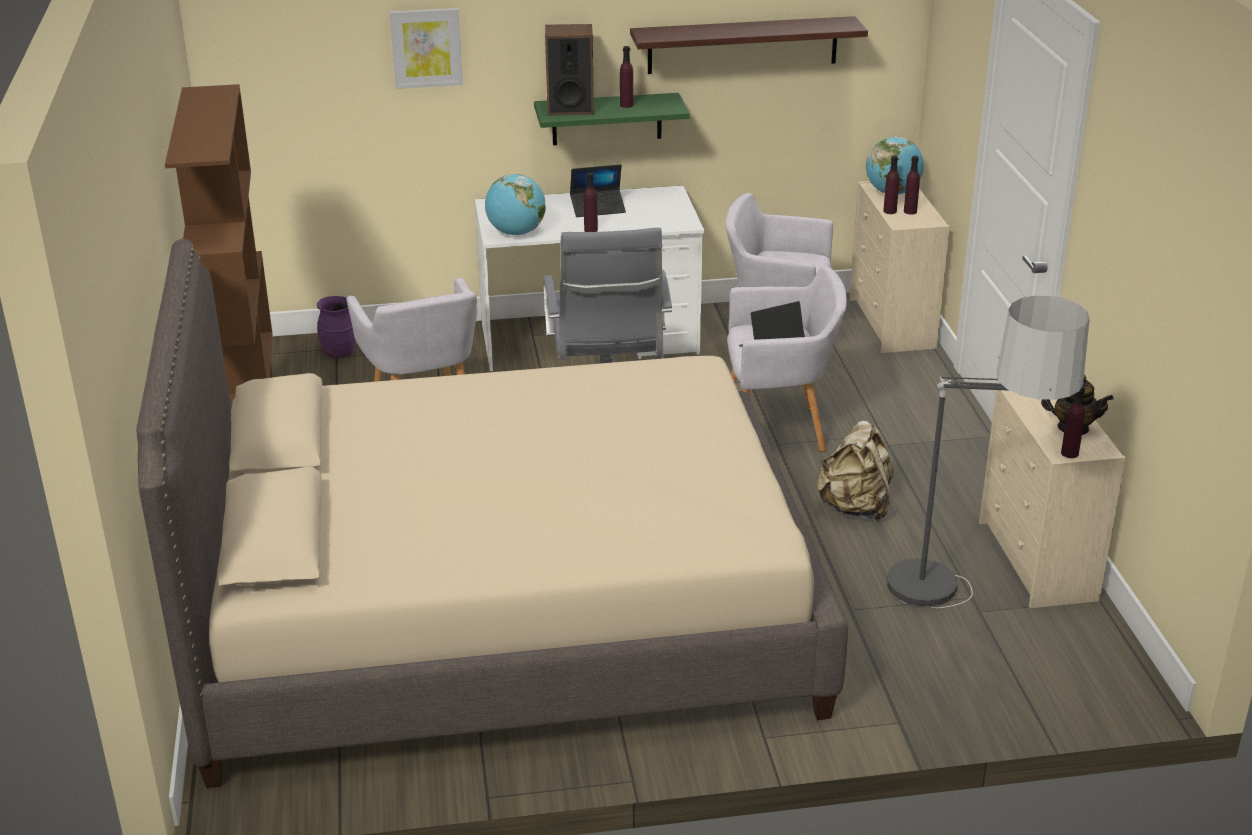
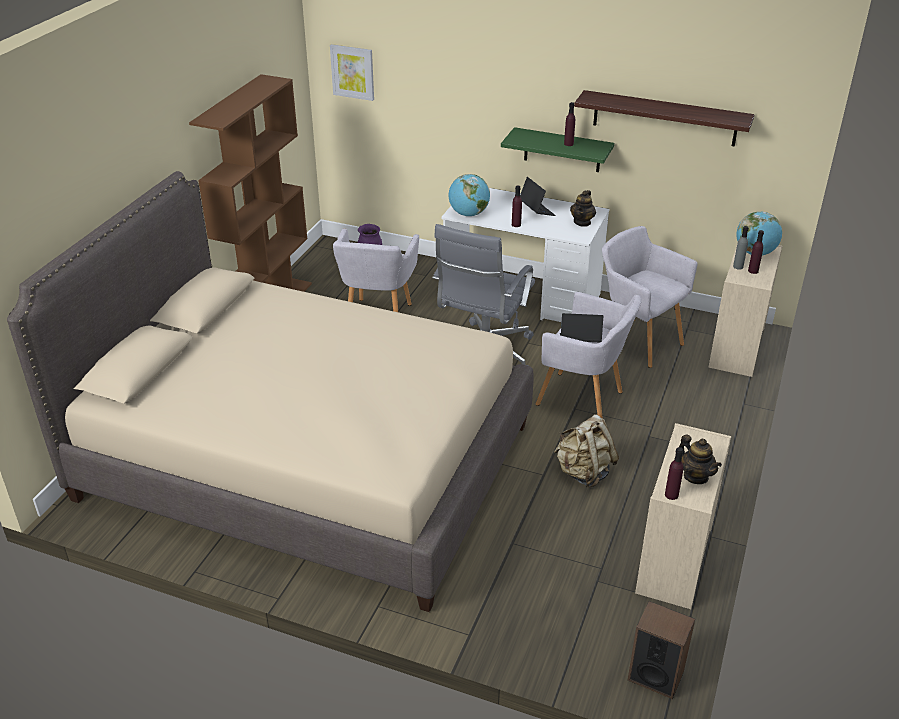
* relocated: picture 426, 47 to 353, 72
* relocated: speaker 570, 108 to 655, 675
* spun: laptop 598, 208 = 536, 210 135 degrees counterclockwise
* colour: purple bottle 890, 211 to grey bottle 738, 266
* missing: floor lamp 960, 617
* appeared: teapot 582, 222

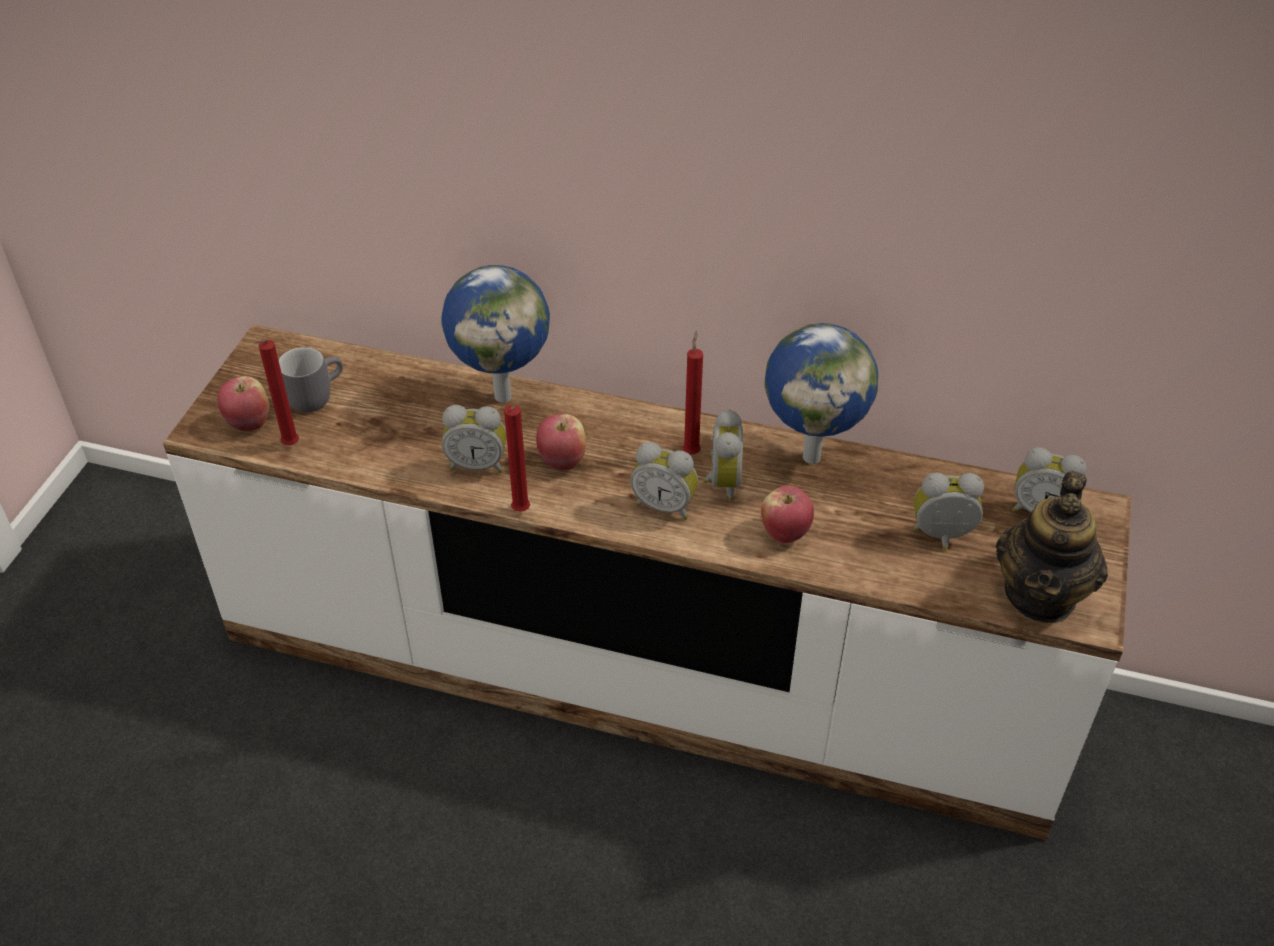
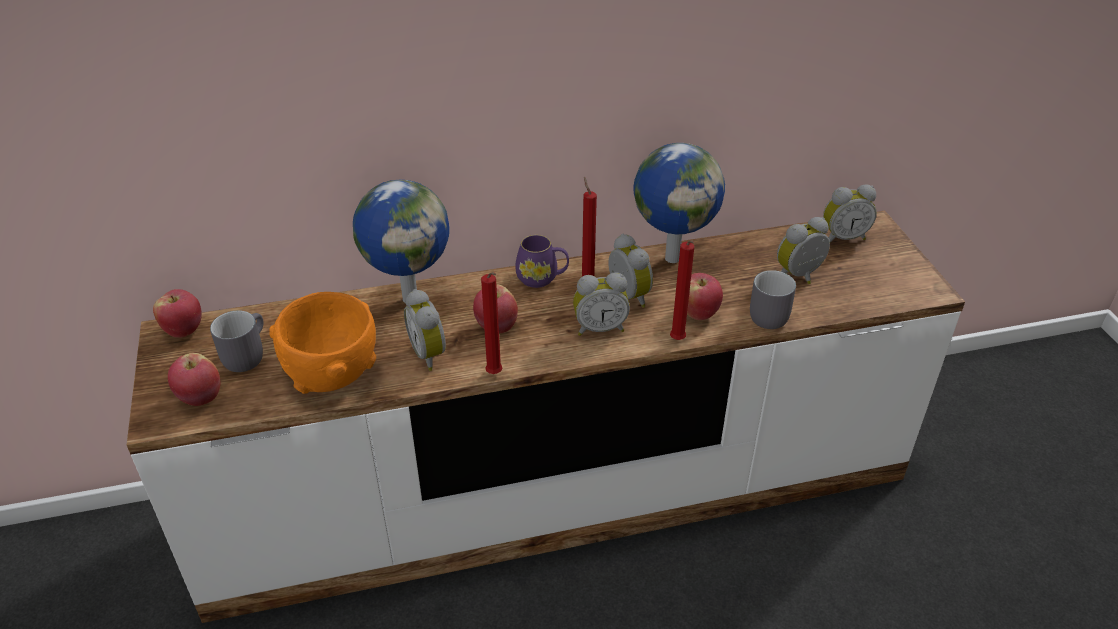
* relocated: red candle 289, 446 to 678, 341
* spun: alarm clock 477, 464 = 431, 354 90 degrees clockwise
* missing: teapot 1041, 594
* appeared: apple 184, 330
* appeared: orange bowl 332, 375
* appeared: purple mug 542, 278
* appeared: grey mug 764, 313

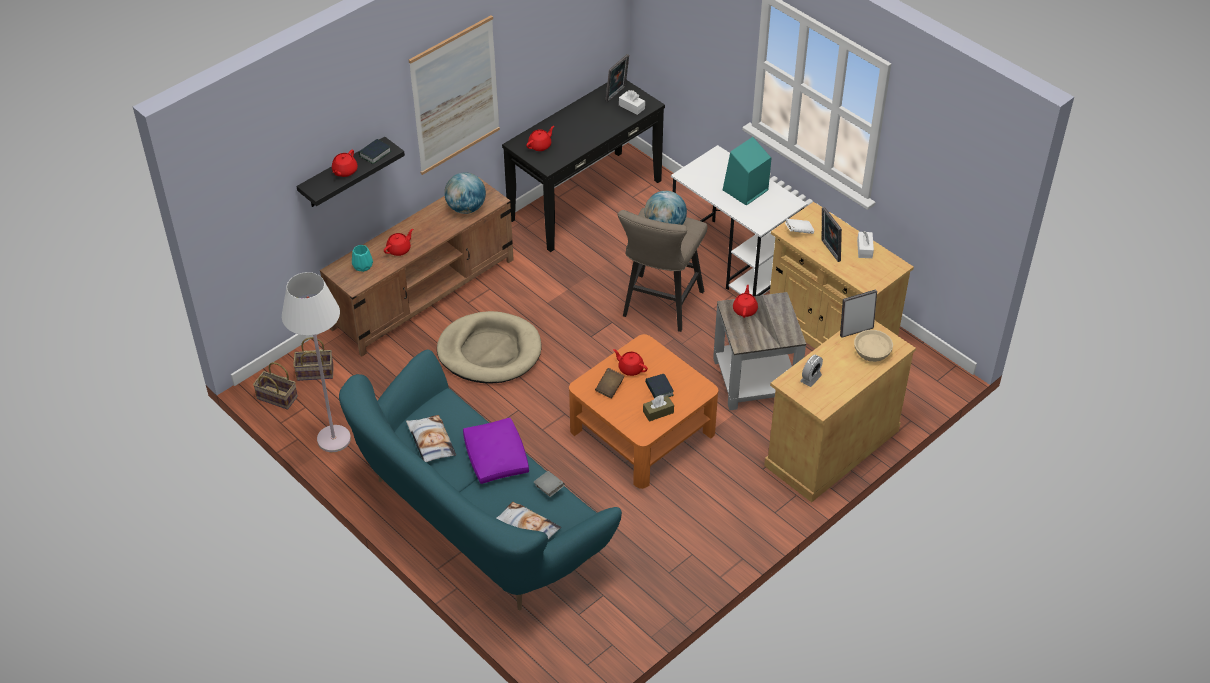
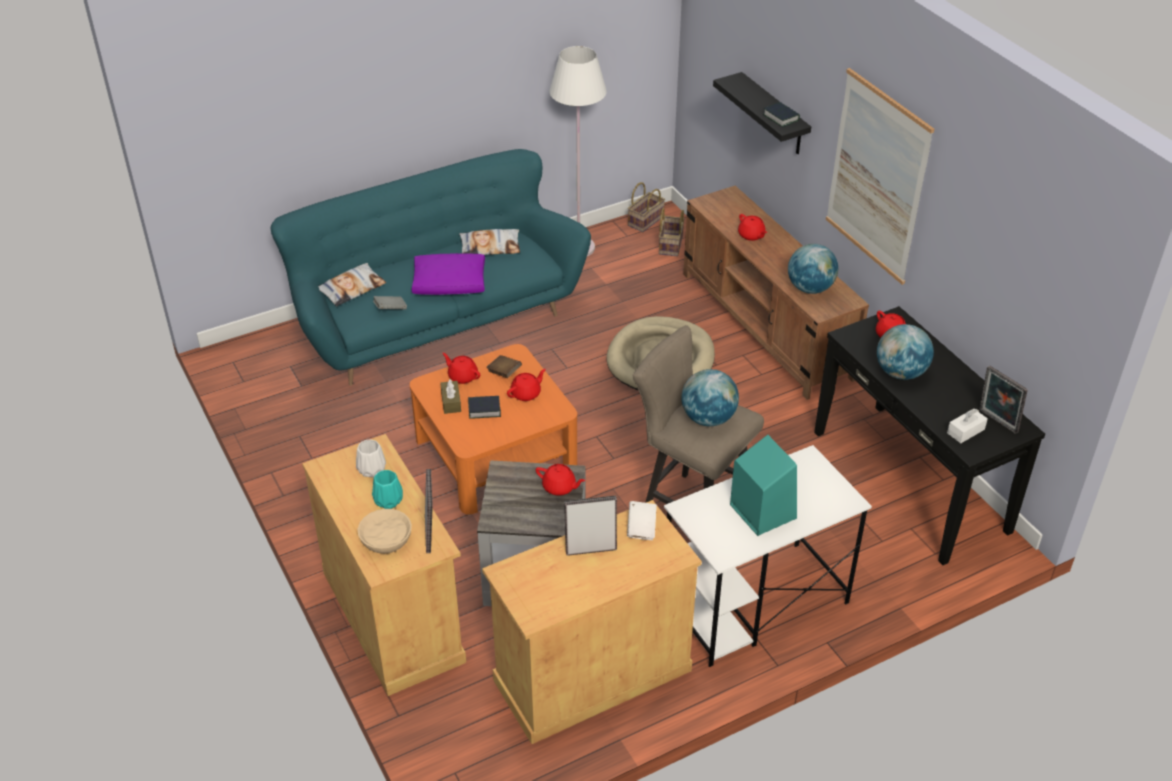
* relocated: red teapot 344, 171 to 462, 376
* relocated: turquoise vase 363, 265 to 389, 500
* exchanged: alarm clock 810, 378 to white vase 372, 469
* missing: white tissue box 864, 249
* appeared: globe 900, 372

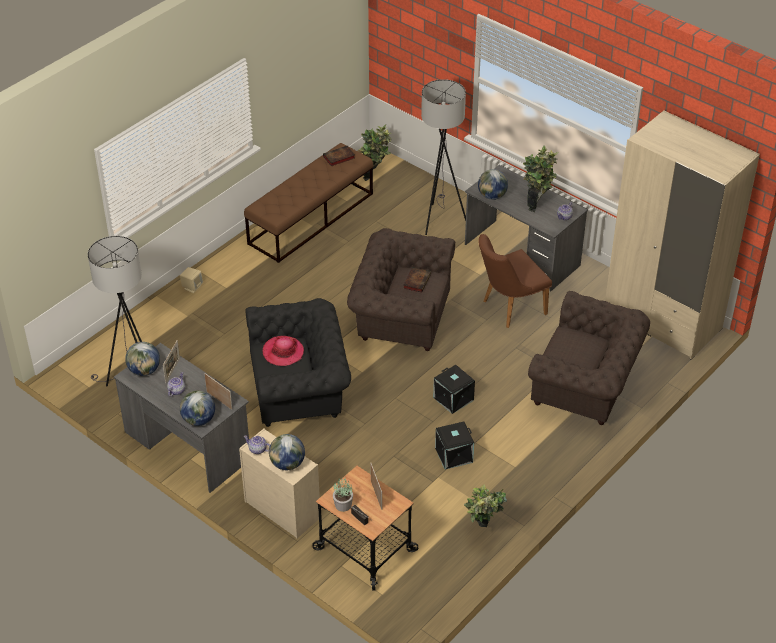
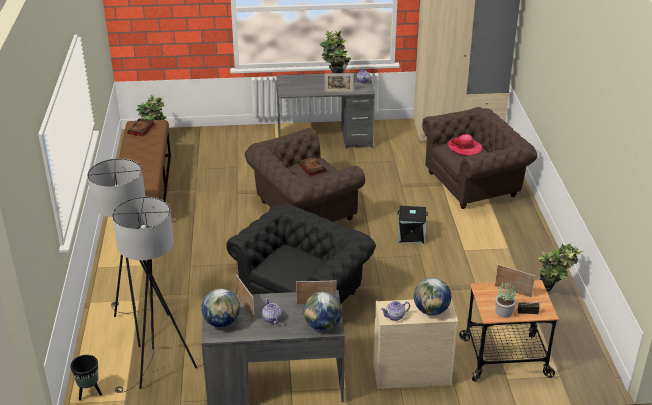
* missing: beige speaker 192, 287
* relocated: hat 283, 352 to 464, 148
* relocated: grey floor lamp 440, 219 to 136, 325
* missing: black storage box 453, 455
* missing: globe 492, 196
* missing: brown chair 508, 308
* appeared: black planter 89, 393
* appeared: picture frame 338, 91

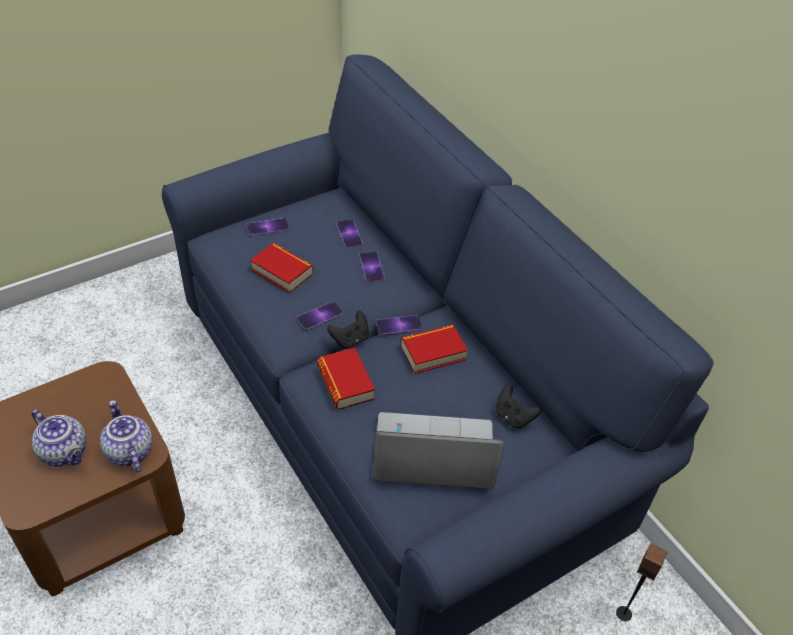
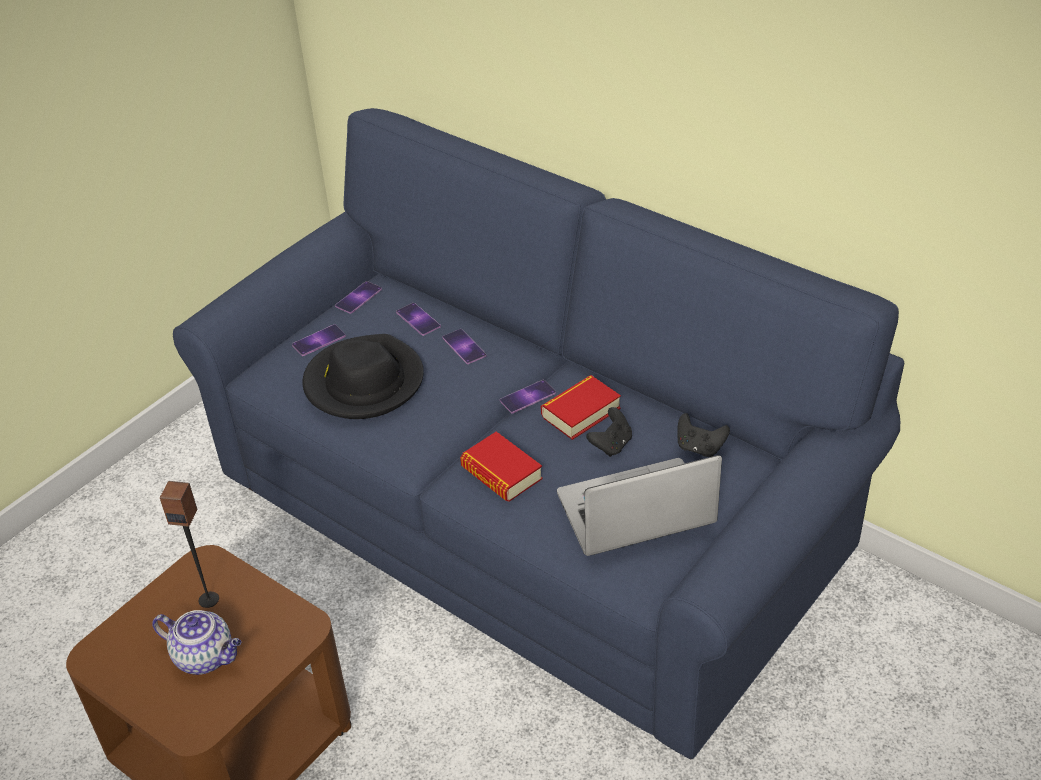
* missing: teapot 128, 451
* exchanged: book 282, 272 to black hat 364, 382
* relocated: phone 320, 316 to 358, 297
* relocated: black game controller 350, 340 to 611, 445
* relocated: speaker 624, 613 to 209, 599

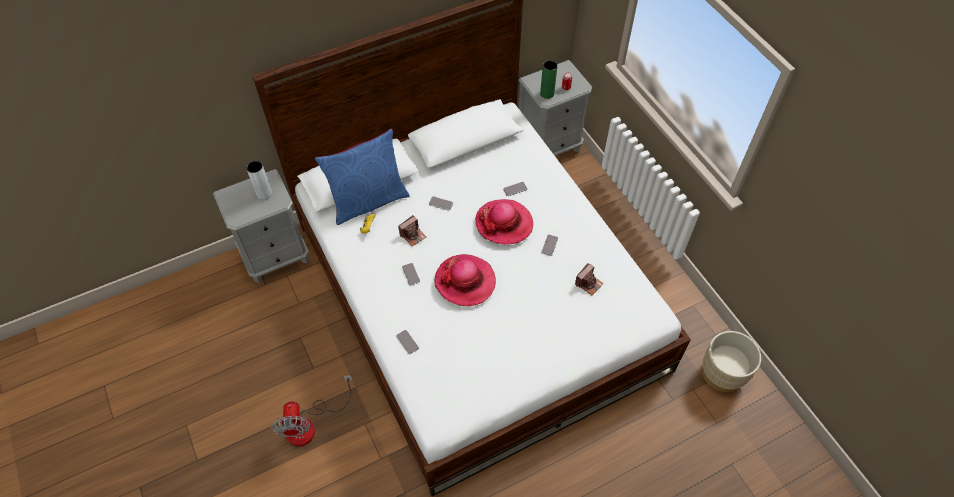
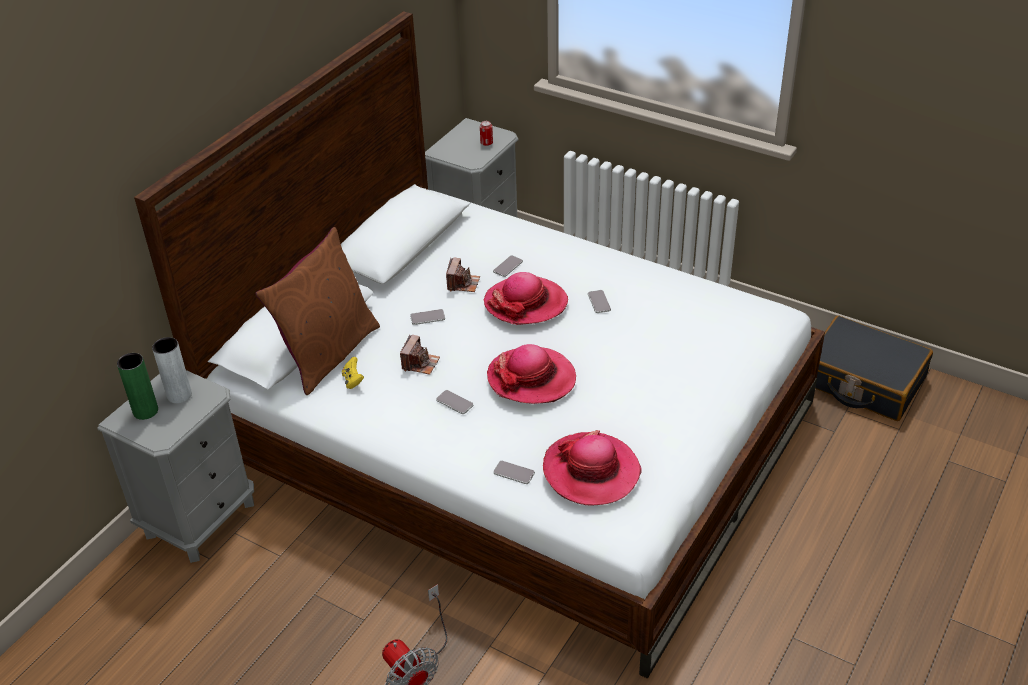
* colour: blue pillow 368, 201 to brown pillow 328, 353
* relocated: green vase 547, 93 to 145, 411
* relocated: photo camera 588, 283 to 463, 283
* exchanged: beige planter 722, 374 to black suitcase 863, 381
* appeared: hat 591, 471

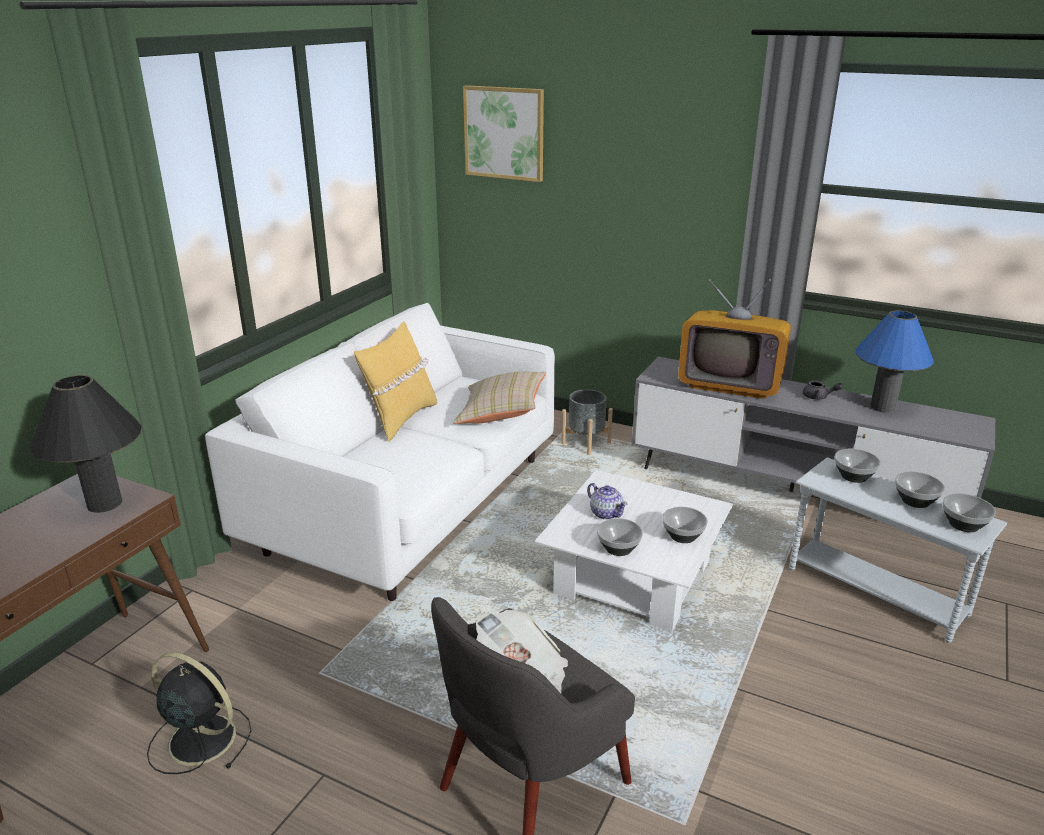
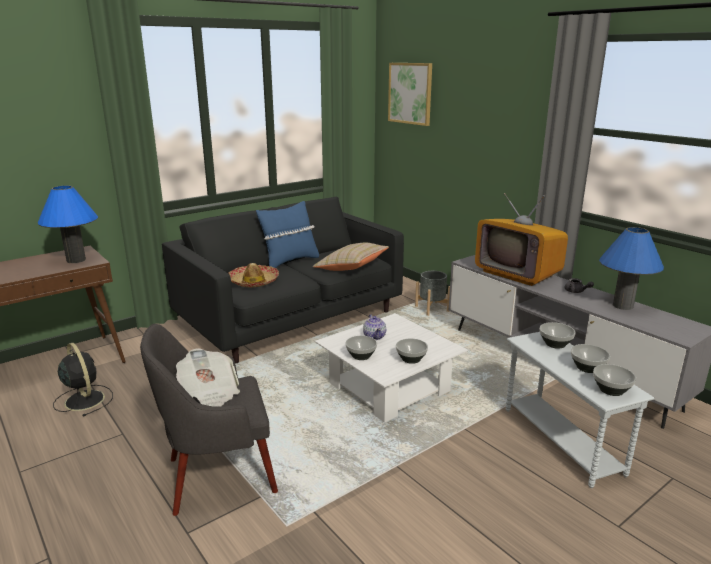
* colour: black table lamp 104, 503 to blue table lamp 76, 260
* colour: white sofa 409, 506 to black sofa 291, 320
* colour: yellow pillow 401, 419 to blue pillow 289, 261
* appeared: hat 253, 282

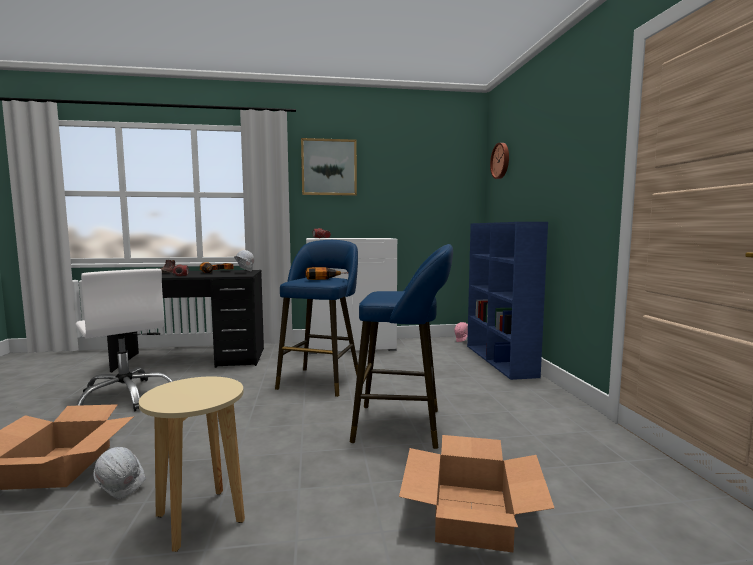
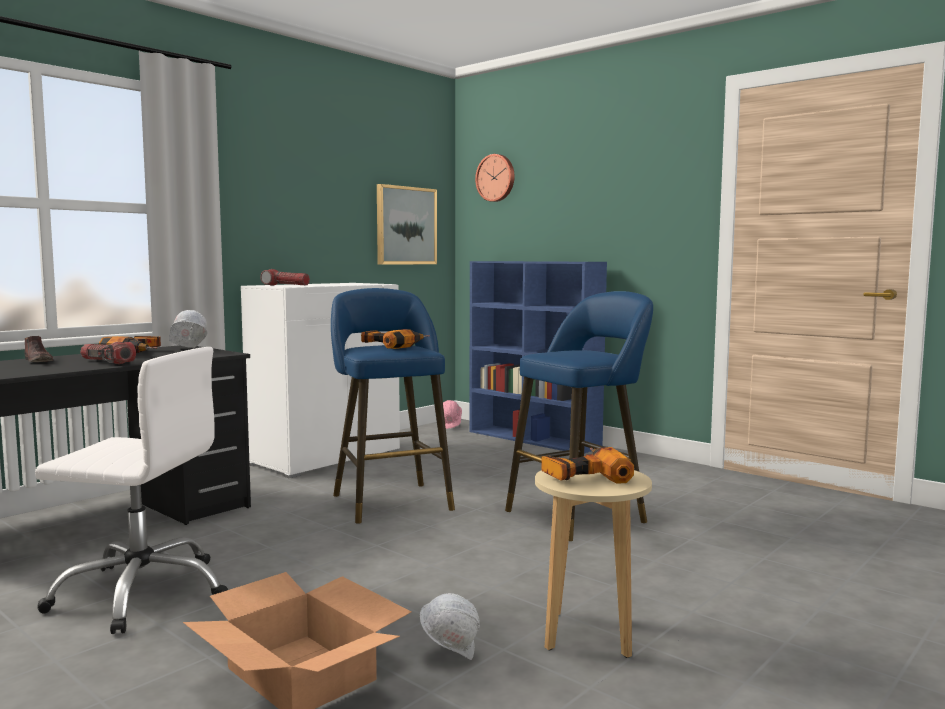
* relocated: picture 329, 167 to 406, 225
* missing: cardboard box 471, 515
* appeared: power drill 583, 475

